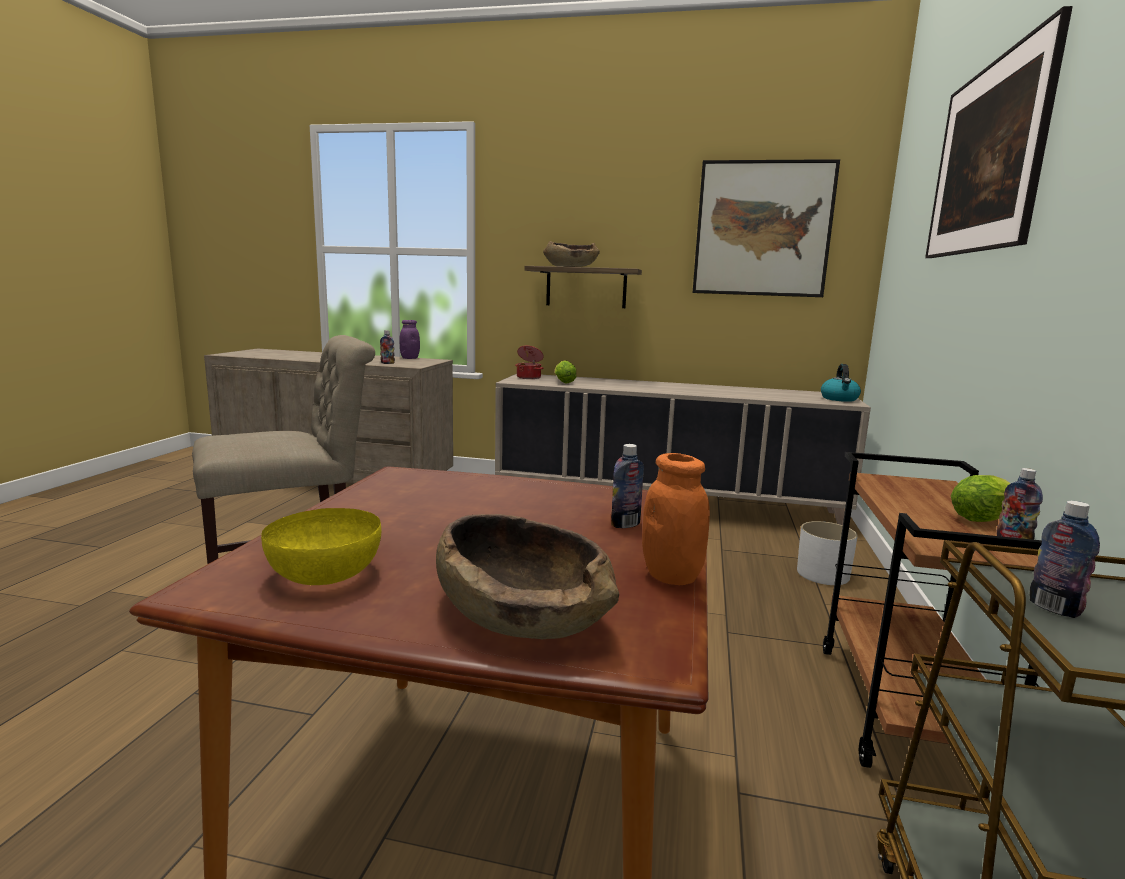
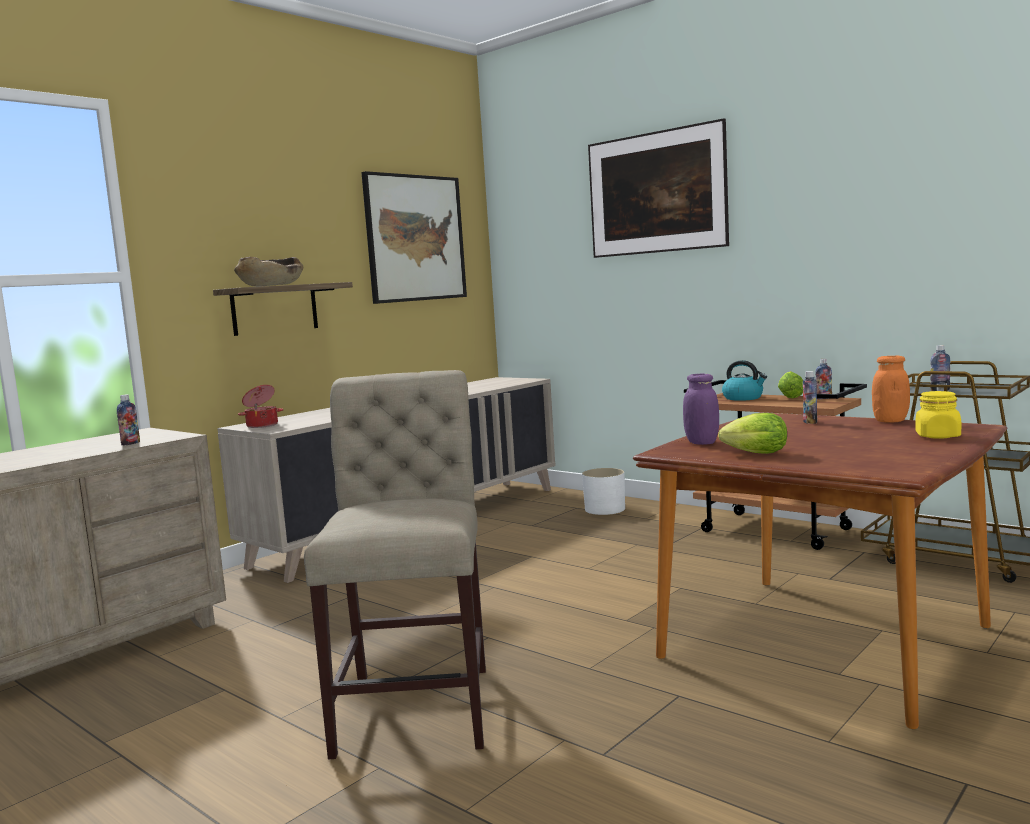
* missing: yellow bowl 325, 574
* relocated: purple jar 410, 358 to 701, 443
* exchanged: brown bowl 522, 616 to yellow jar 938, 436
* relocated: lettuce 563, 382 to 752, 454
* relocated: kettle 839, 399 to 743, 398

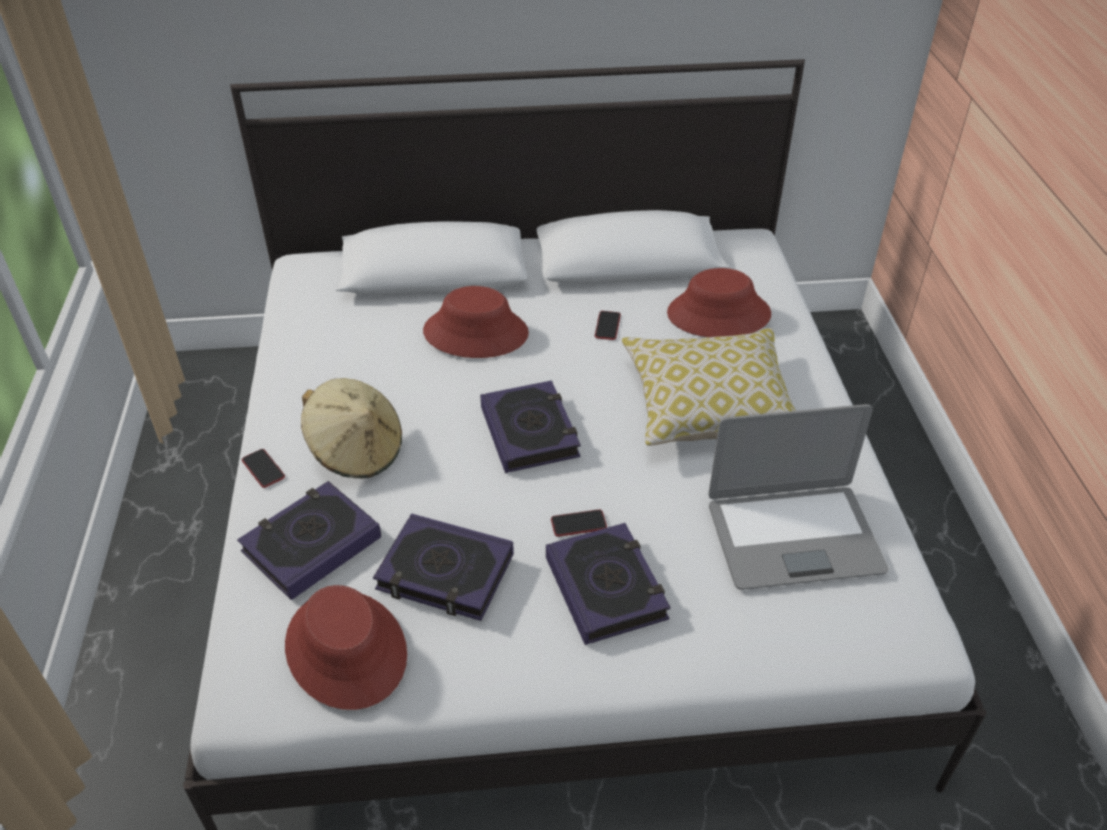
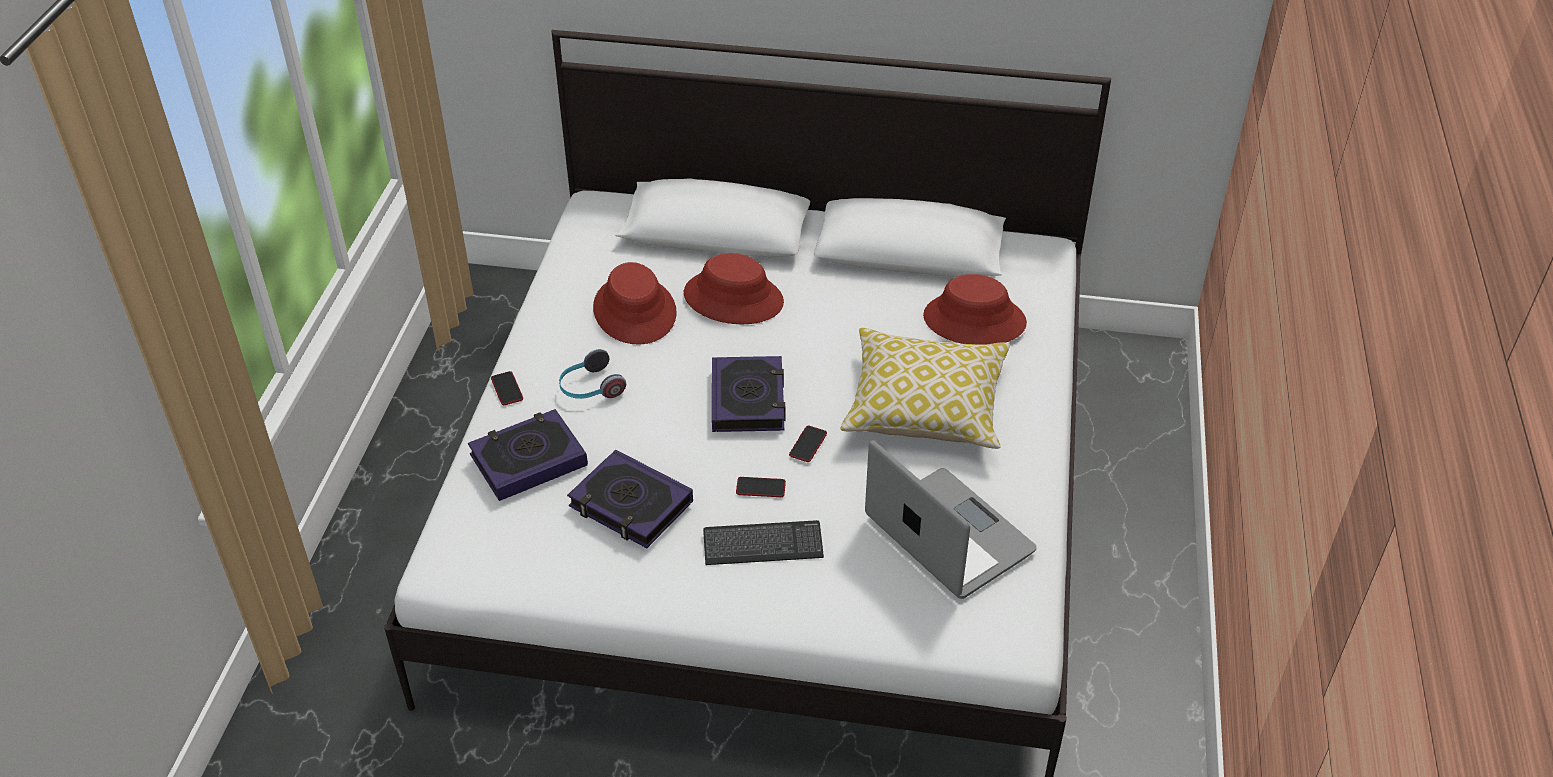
* relocated: red hat 347, 649 to 635, 311
* exchanged: beige hat 356, 451 to headphones 590, 388
* exchanged: book 606, 588 to keyboard 763, 545
* relocated: phone 607, 326 to 808, 444
* spun: laptop 793, 536 = 947, 536 135 degrees counterclockwise

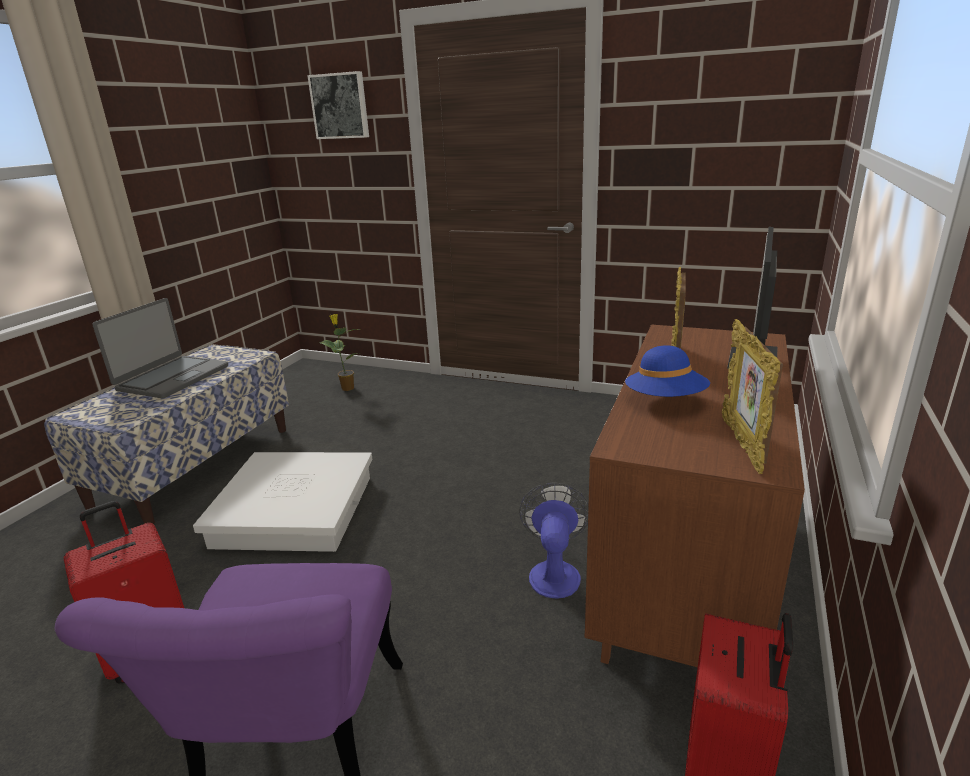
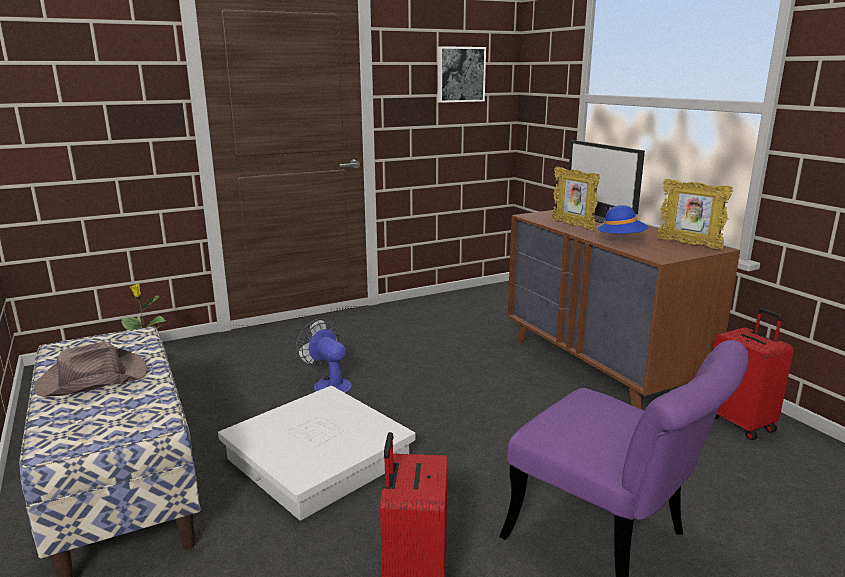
* exchanged: laptop 172, 378 to brown hat 91, 379
* relocated: picture 340, 106 to 460, 74
* relocated: fan 554, 572 to 328, 384

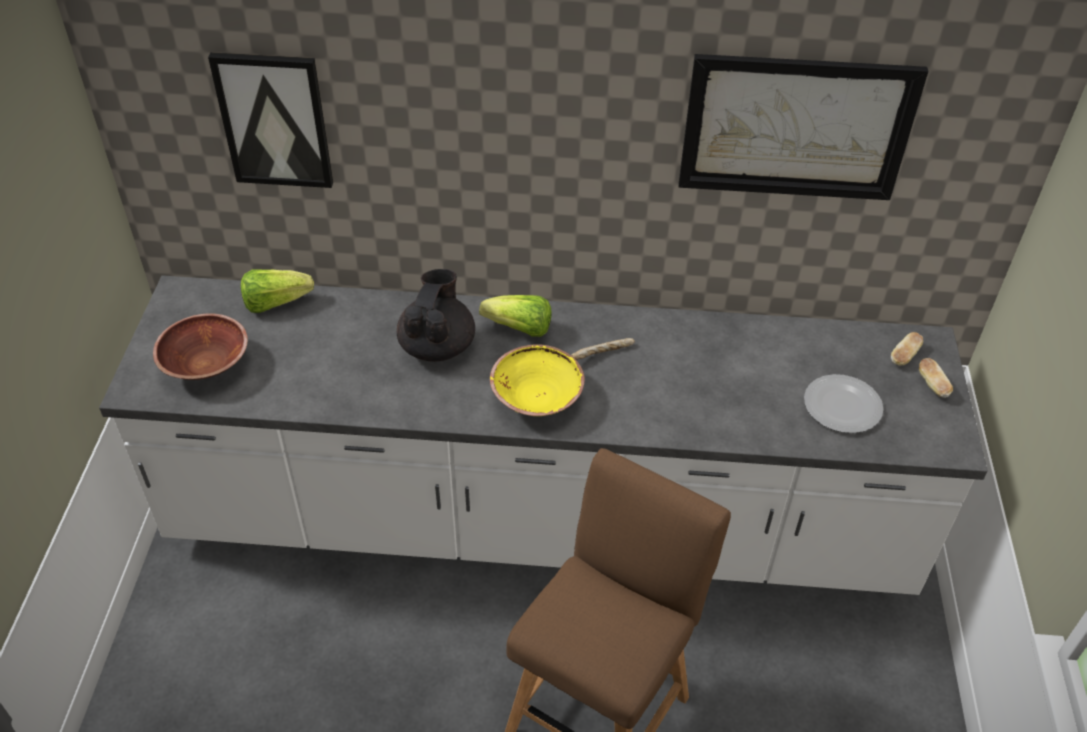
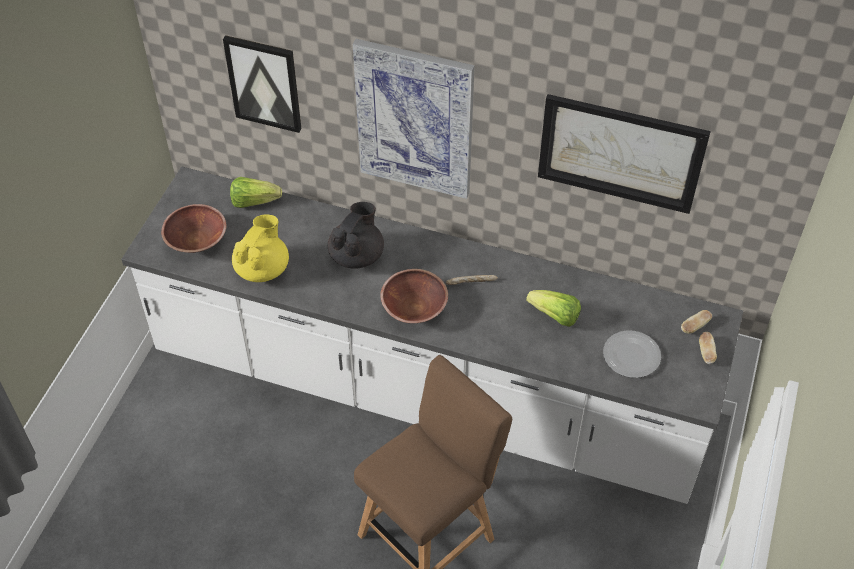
* relocated: lettuce 519, 329 to 554, 316
* colour: yellow bowl 536, 397 to brown bowl 414, 307
* appeared: yellow teapot 263, 268
* appeared: picture 415, 119

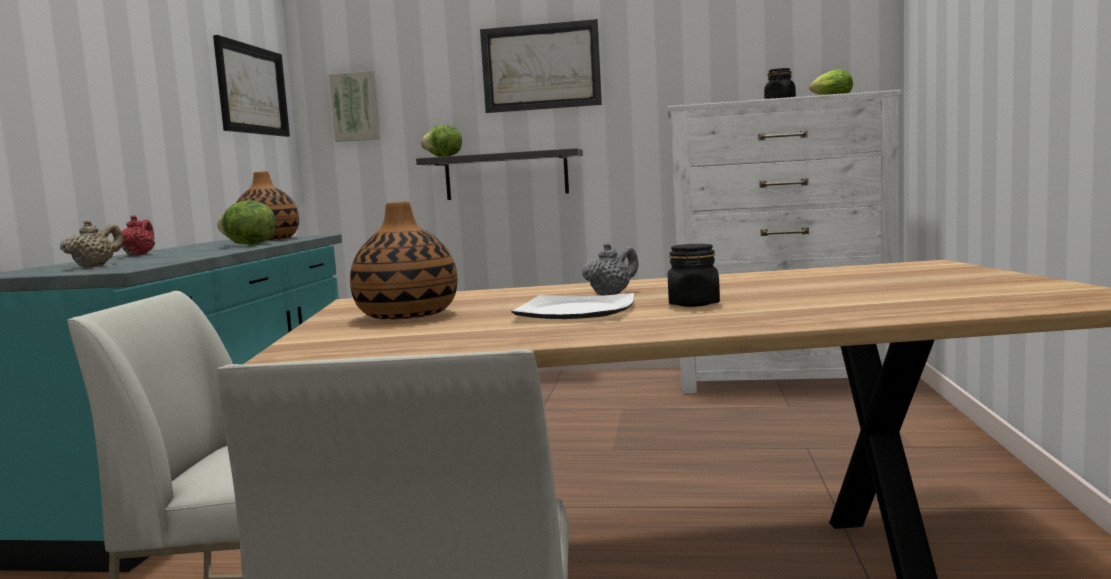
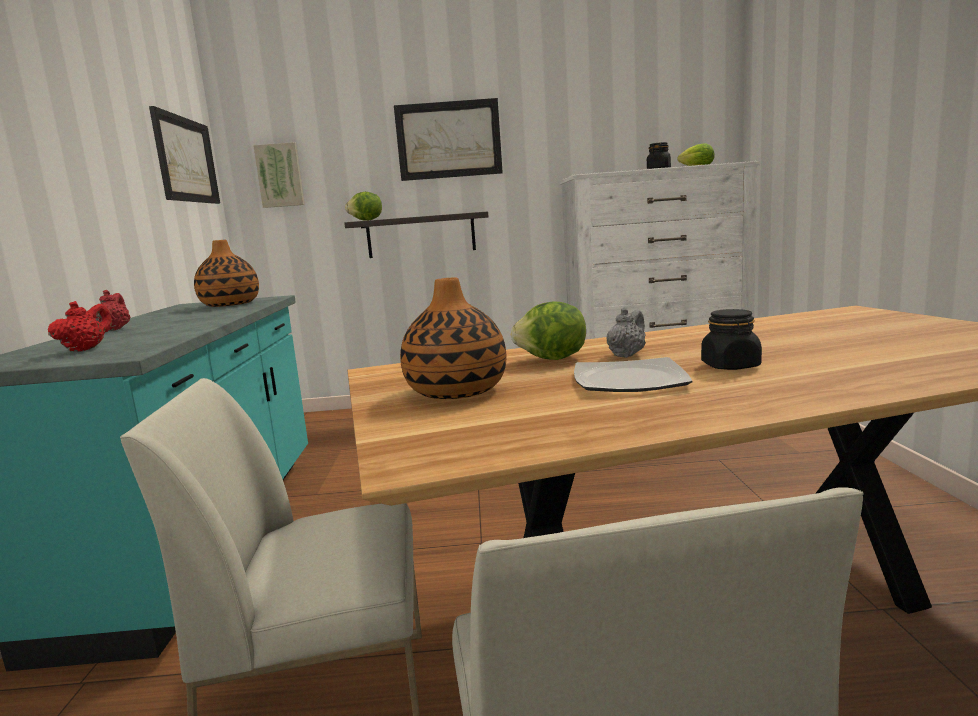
* colour: beige teapot 95, 266 to red teapot 86, 349
* relocated: lettuce 248, 245 to 552, 359

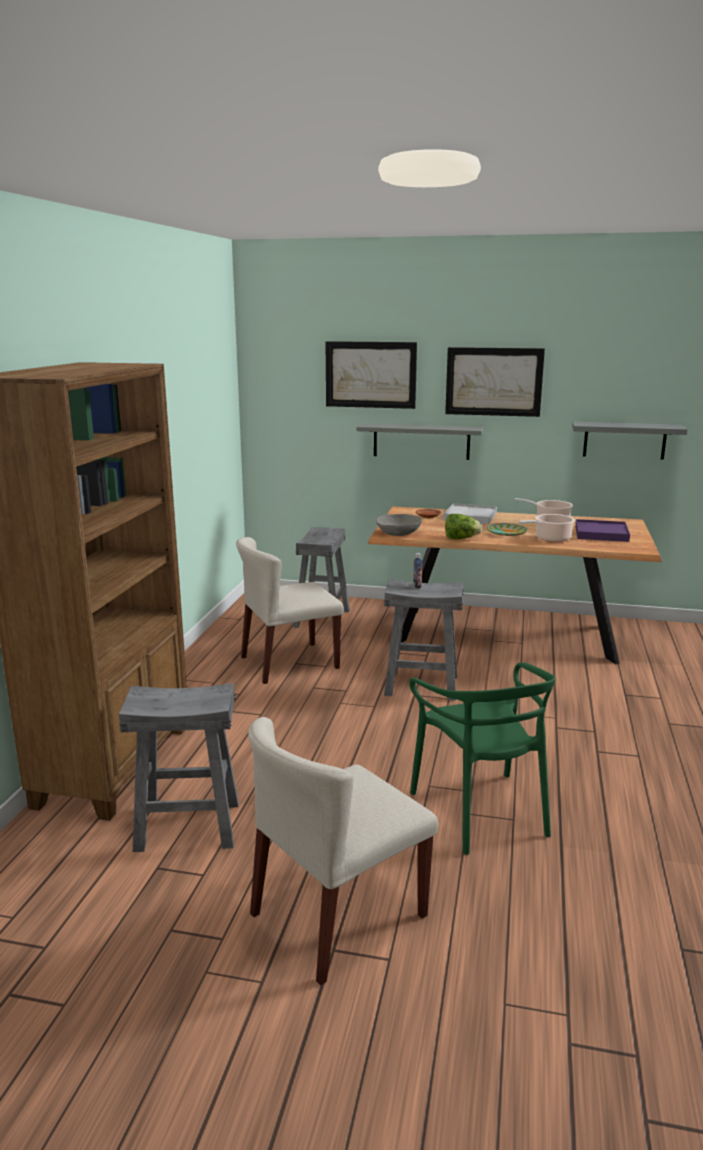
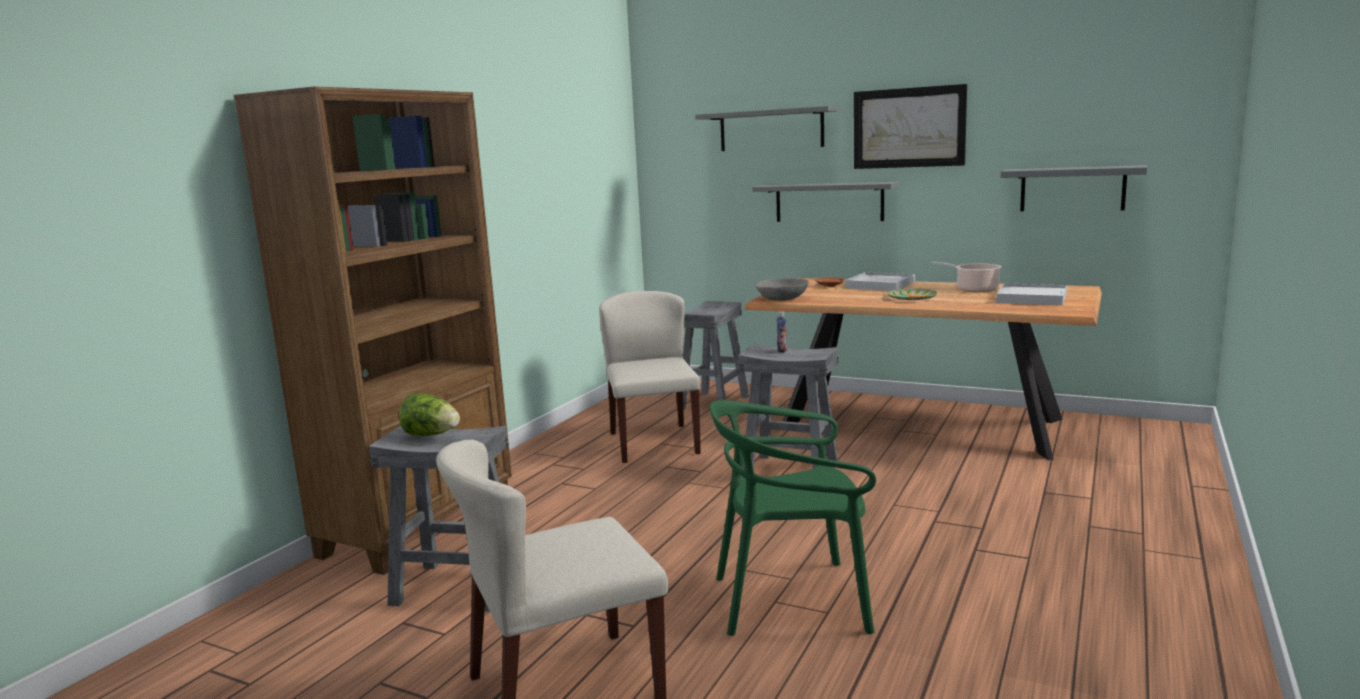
* spun: beige chair 289, 663 = 653, 443 90 degrees clockwise
* exchanged: picture 370, 374 to grey shelf 771, 129
* spun: green chair 481, 811 = 792, 600 90 degrees clockwise
* relocated: lettuce 461, 539 to 432, 435
* missing: cooking pot 550, 539
* colour: purple tray 601, 533 to white tray 1031, 298

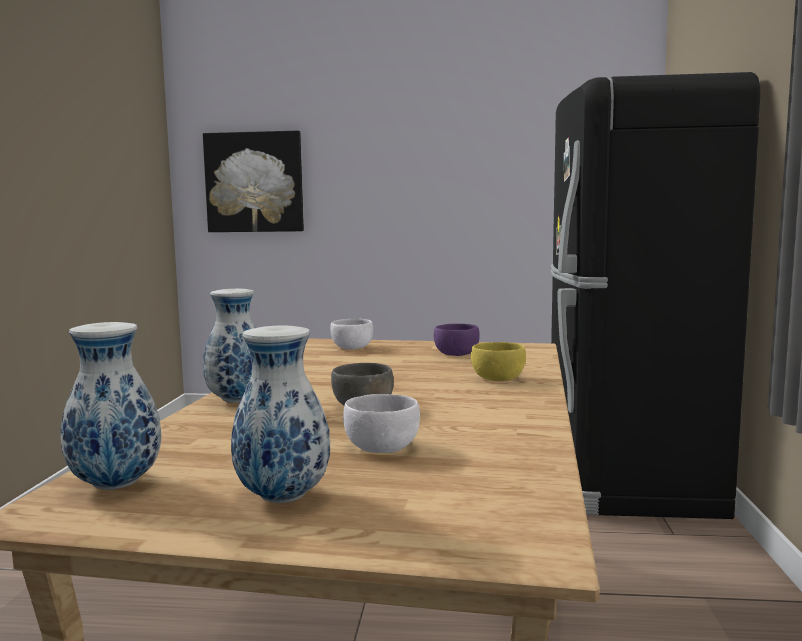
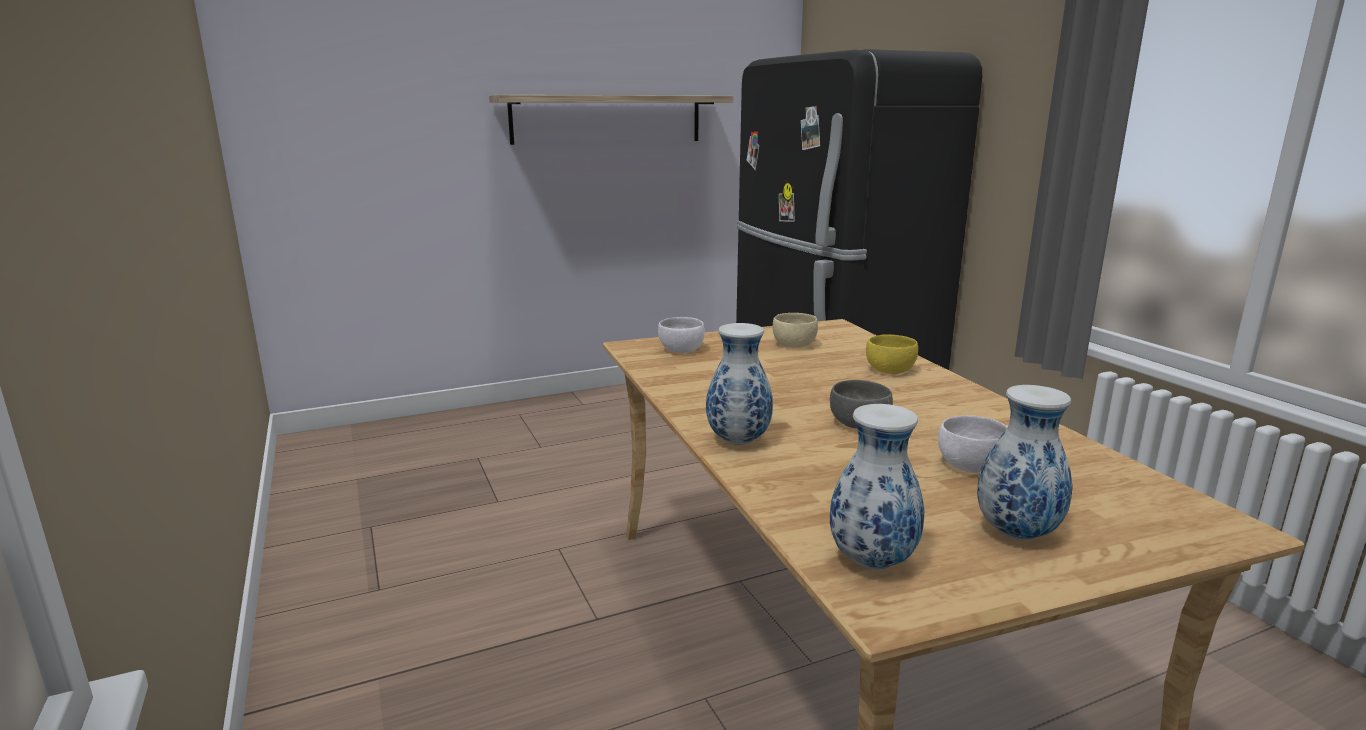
* missing: picture 254, 182
* colour: purple bowl 456, 354 to beige bowl 794, 345
* appeared: shelf 607, 119

